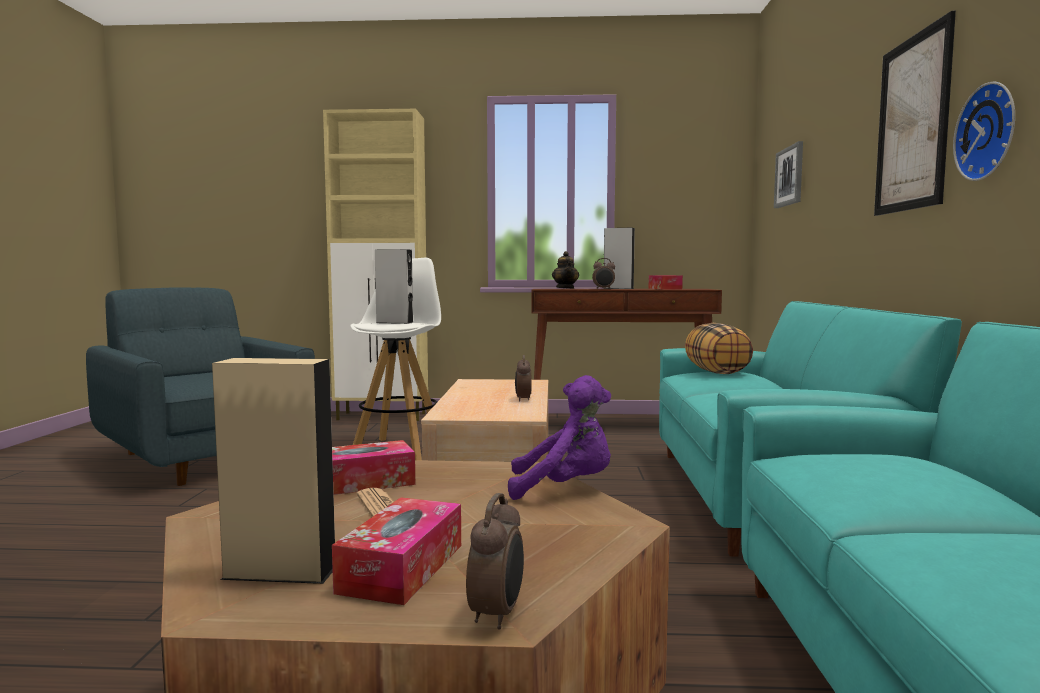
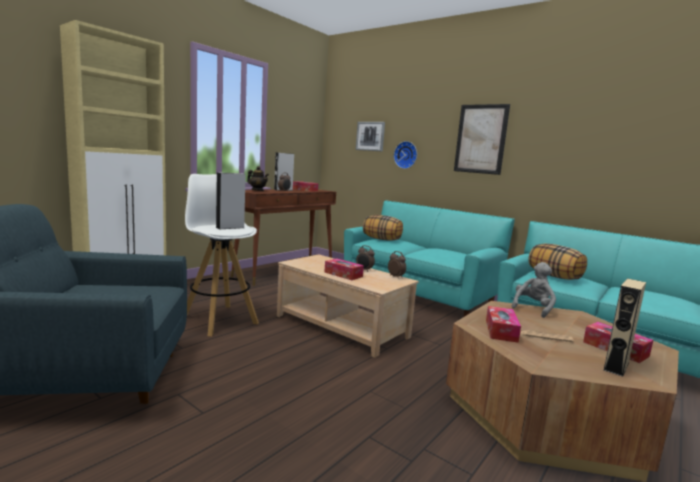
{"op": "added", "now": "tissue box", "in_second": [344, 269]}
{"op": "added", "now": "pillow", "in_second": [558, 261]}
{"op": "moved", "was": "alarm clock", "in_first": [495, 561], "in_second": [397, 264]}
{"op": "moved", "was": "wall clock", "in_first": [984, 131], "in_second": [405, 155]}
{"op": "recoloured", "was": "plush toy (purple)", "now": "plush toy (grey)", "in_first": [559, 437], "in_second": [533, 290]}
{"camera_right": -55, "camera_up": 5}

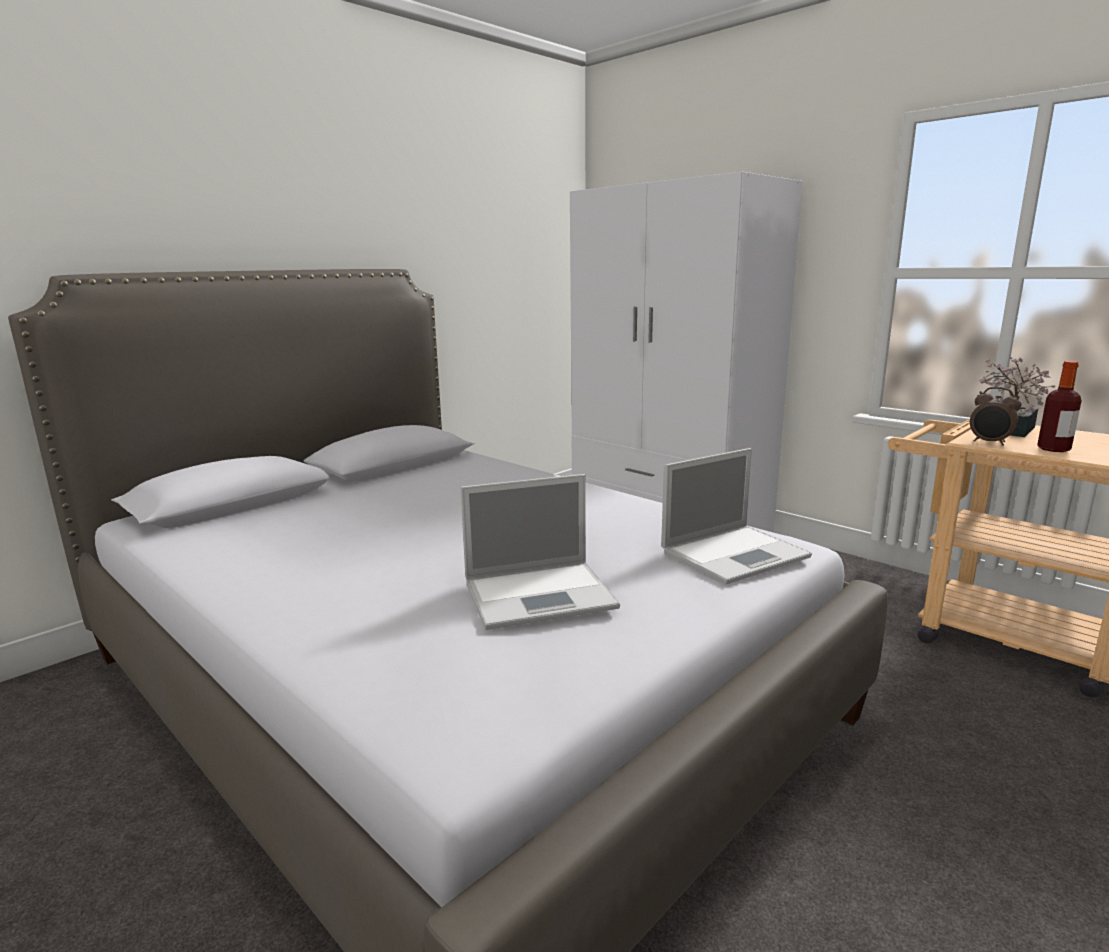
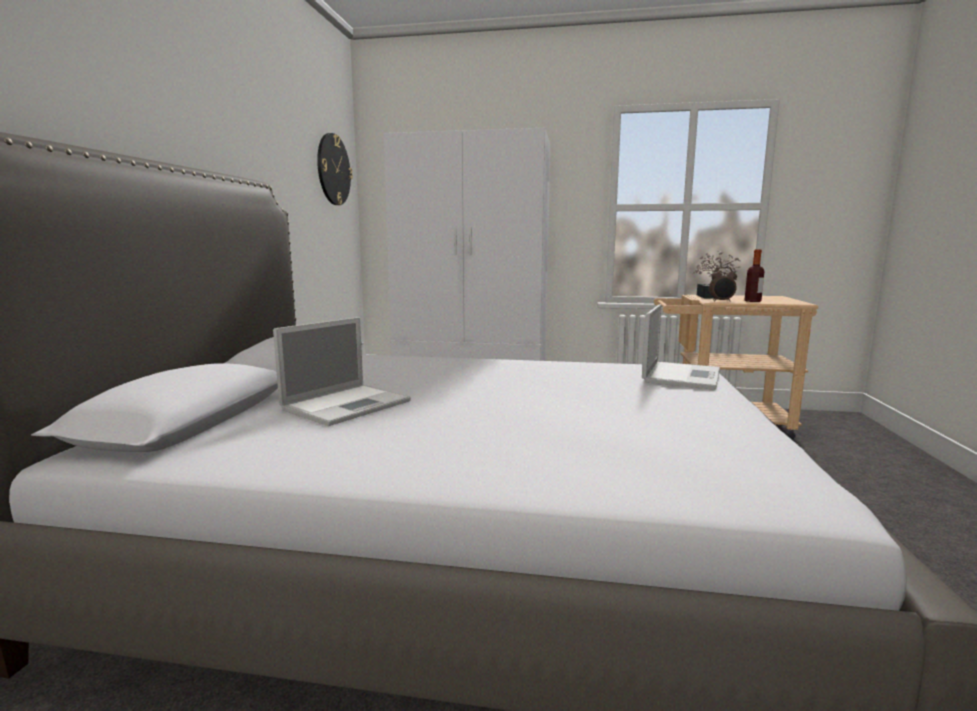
{"op": "added", "now": "wall clock", "in_second": [335, 169]}
{"op": "moved", "was": "laptop", "in_first": [540, 552], "in_second": [342, 371]}
{"camera_right": -35, "camera_up": -5}

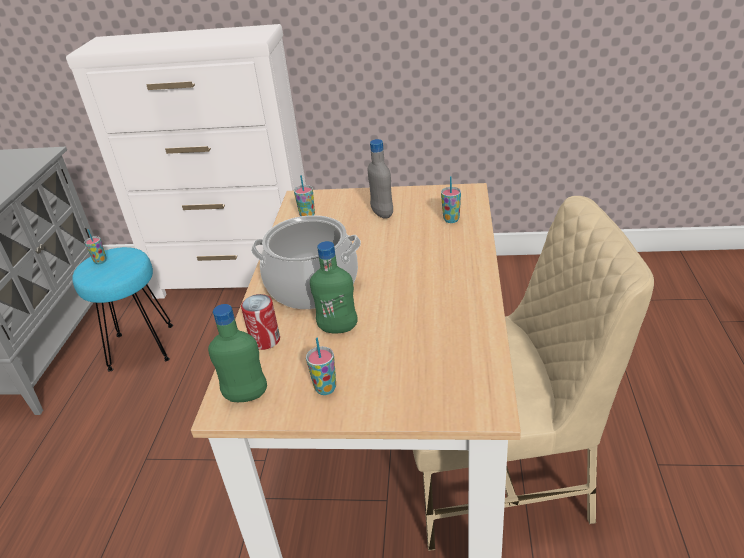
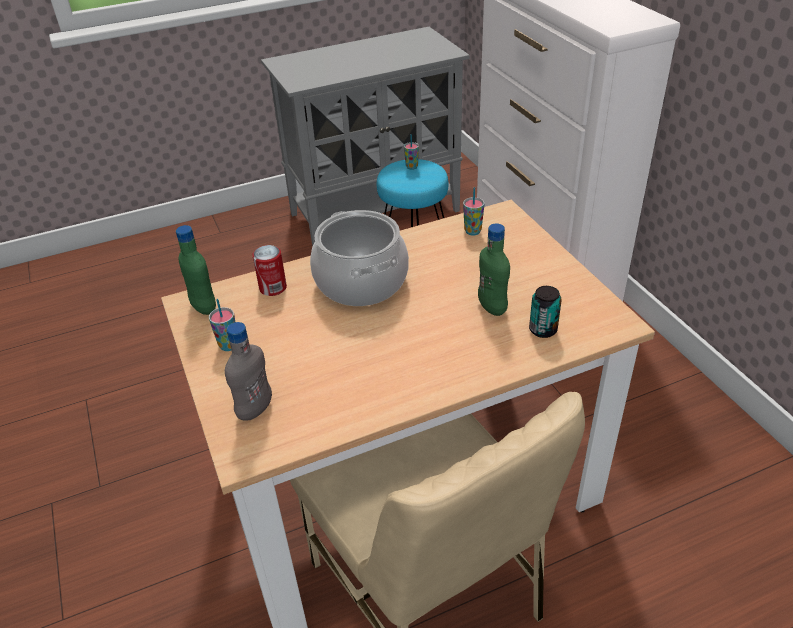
{"op": "moved", "was": "bottle (green)", "in_first": [334, 287], "in_second": [494, 269]}
{"op": "moved", "was": "bottle (grey)", "in_first": [380, 179], "in_second": [248, 371]}
{"op": "replaced", "was": "cup", "now": "can", "in_first": [451, 199], "in_second": [545, 312]}
{"camera_right": 60, "camera_up": 5}

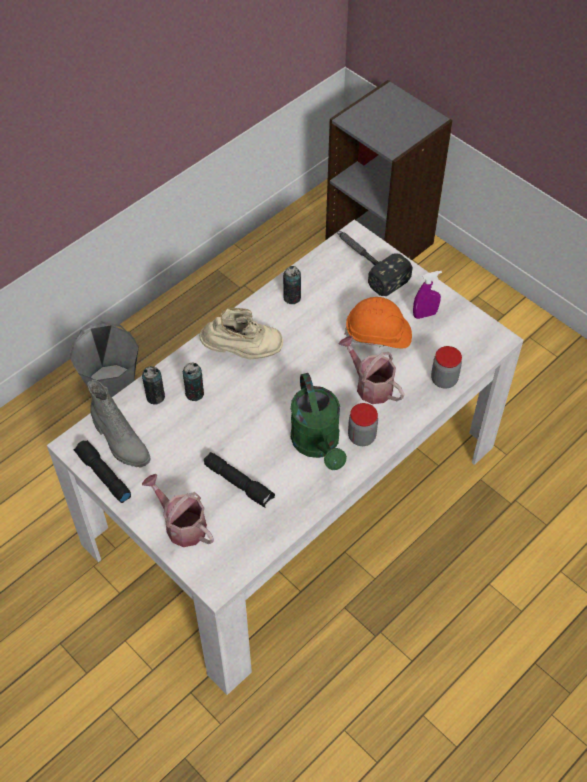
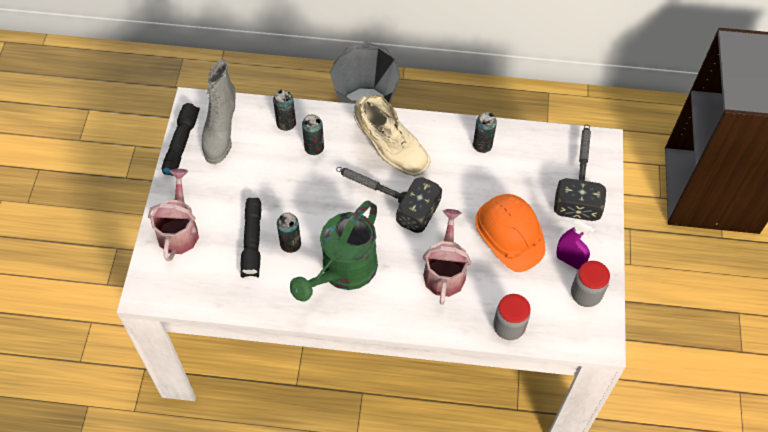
{"op": "added", "now": "can", "in_second": [289, 233]}
{"op": "added", "now": "hammer", "in_second": [389, 200]}
{"op": "moved", "was": "jar", "in_first": [363, 424], "in_second": [590, 284]}
{"camera_right": 50, "camera_up": 5}

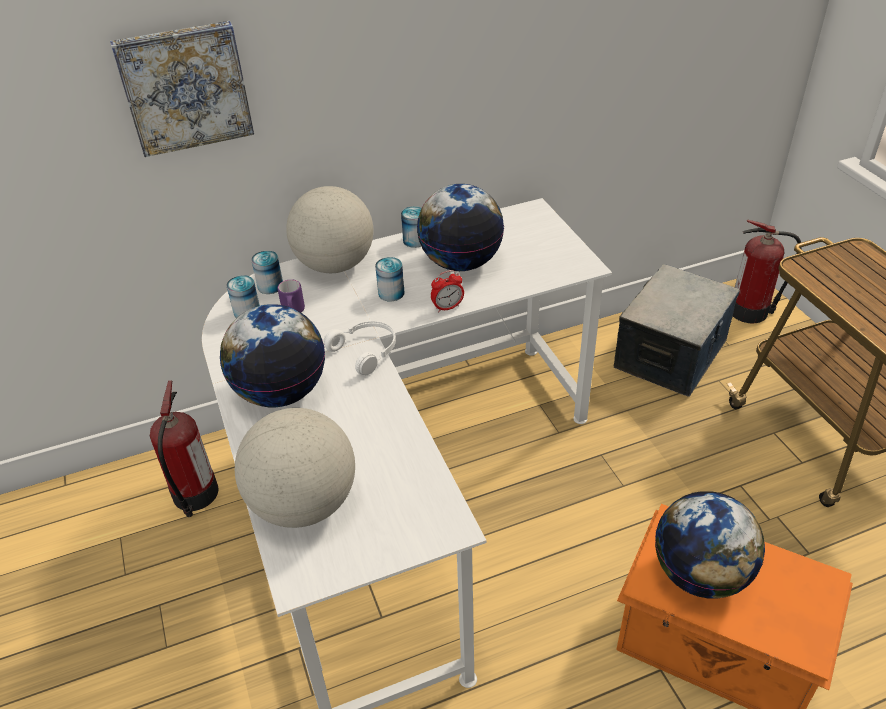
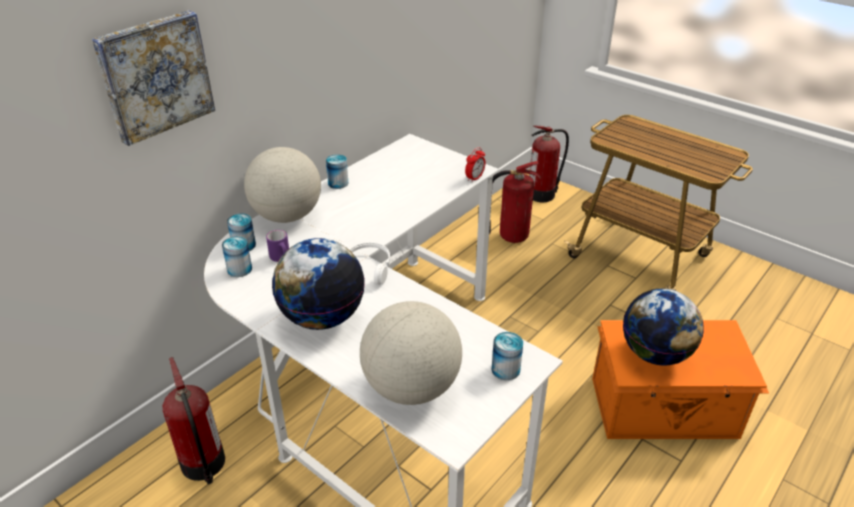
{"op": "removed", "was": "globe", "in_first": [460, 227]}
{"op": "moved", "was": "can", "in_first": [390, 279], "in_second": [507, 356]}
{"op": "moved", "was": "alarm clock", "in_first": [447, 291], "in_second": [475, 164]}
{"op": "replaced", "was": "storage box", "now": "fire extinguisher", "in_first": [677, 330], "in_second": [515, 202]}
{"camera_right": -30, "camera_up": -5}

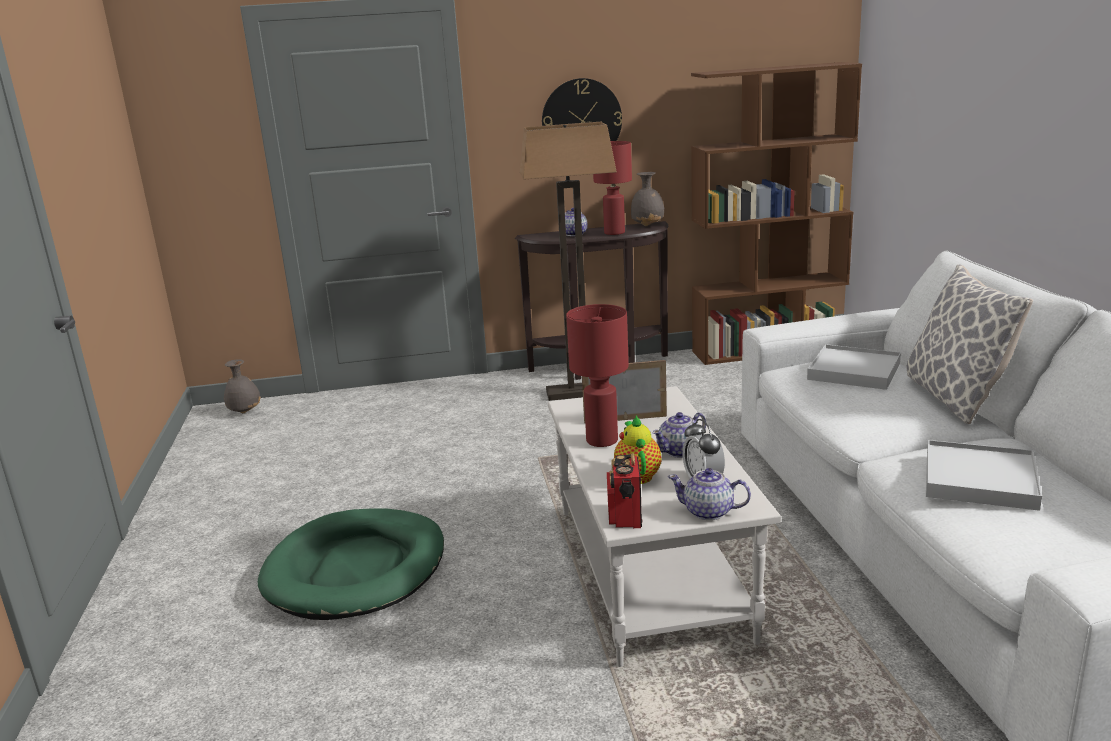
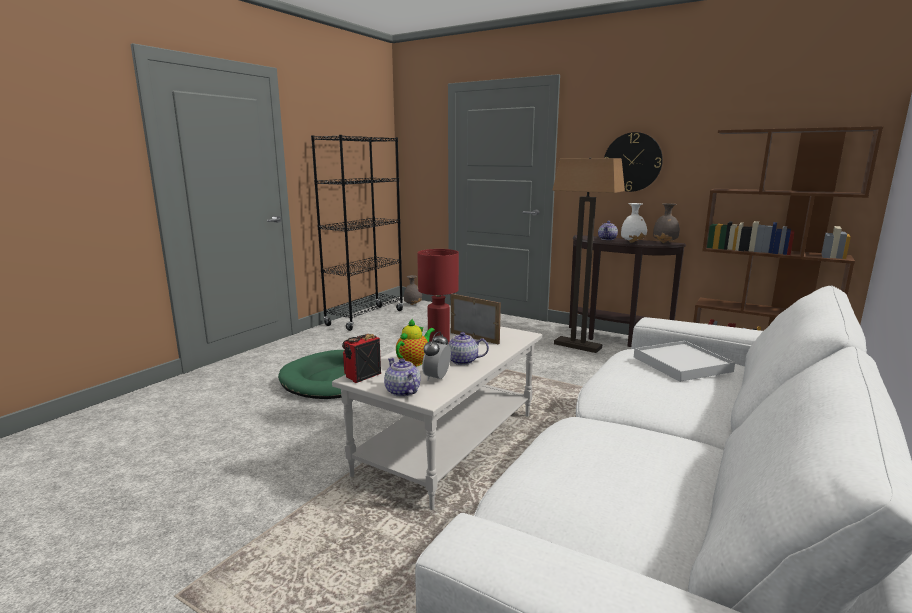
{"op": "removed", "was": "pillow", "in_first": [970, 344]}
{"op": "removed", "was": "tray (white)", "in_first": [984, 475]}
{"op": "added", "now": "bookcase (black)", "in_second": [357, 233]}
{"op": "replaced", "was": "table lamp (red)", "now": "vase (white)", "in_first": [612, 188], "in_second": [634, 223]}
{"camera_right": 40, "camera_up": -5}

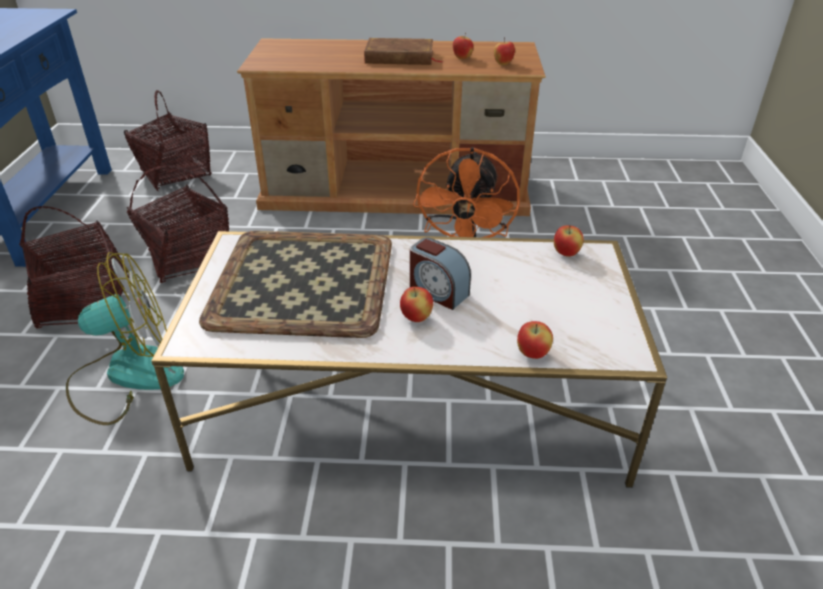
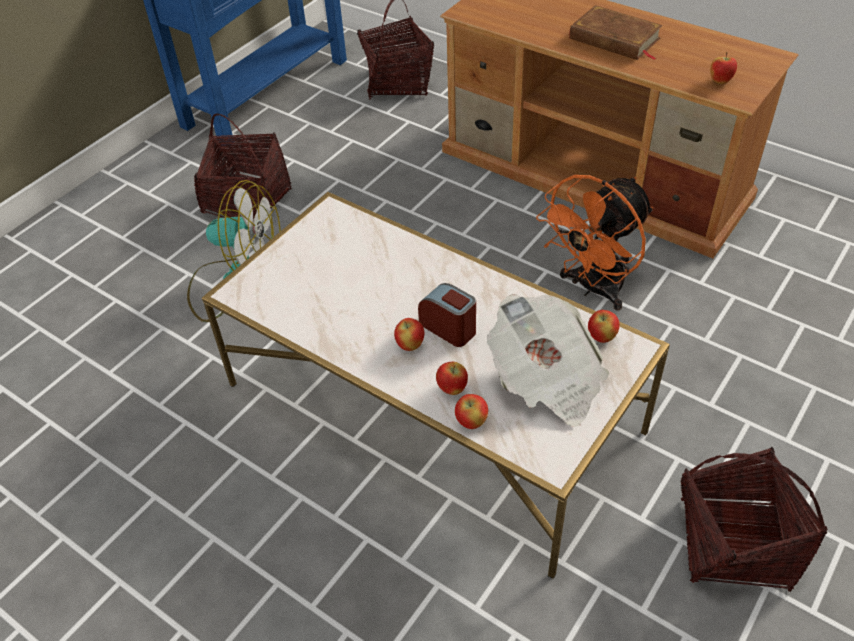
{"op": "removed", "was": "tray", "in_first": [295, 284]}
{"op": "added", "now": "newspaper", "in_second": [548, 360]}
{"op": "moved", "was": "basket", "in_first": [178, 224], "in_second": [754, 519]}
{"op": "moved", "was": "apple", "in_first": [463, 46], "in_second": [452, 378]}
{"op": "turned", "was": "alarm clock", "in_first": [440, 274], "in_second": [447, 315], "clockwise": 150}
{"camera_right": 35, "camera_up": 10}

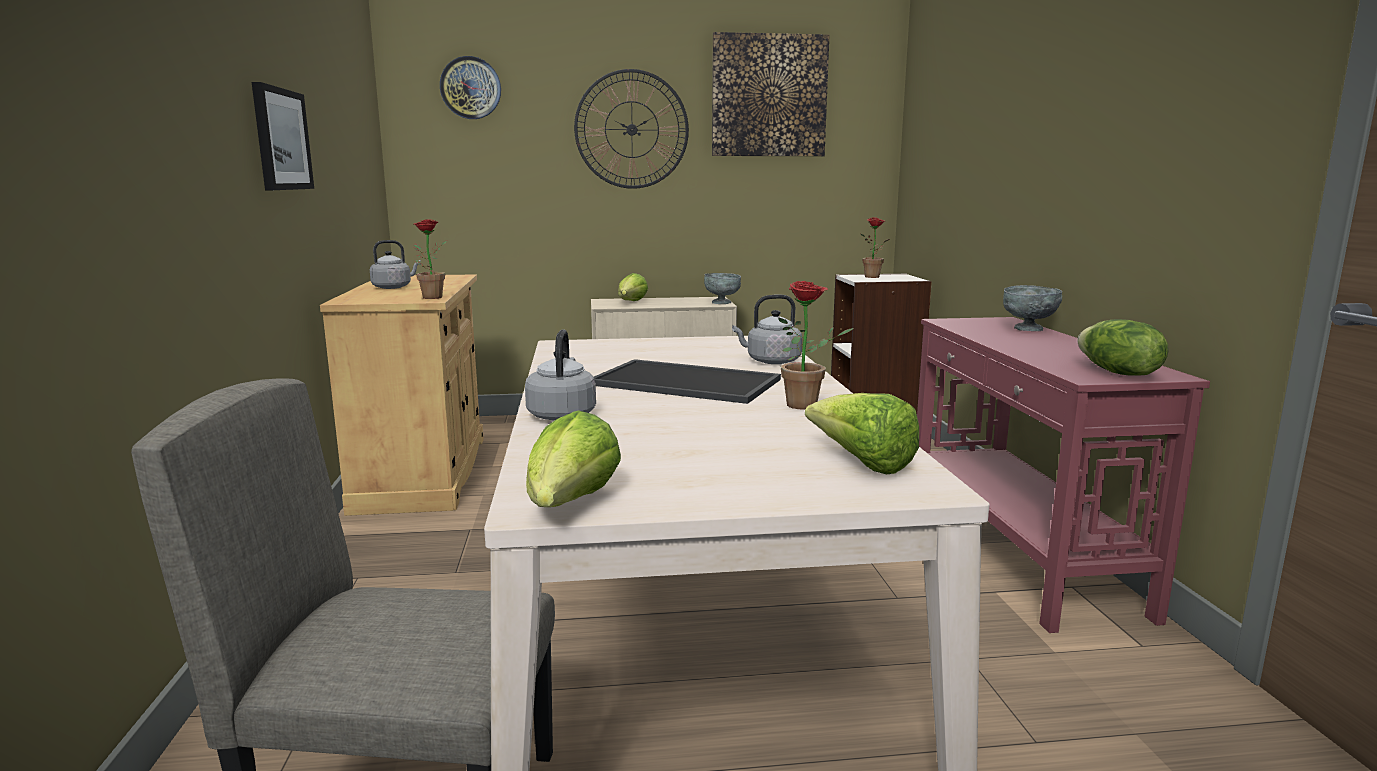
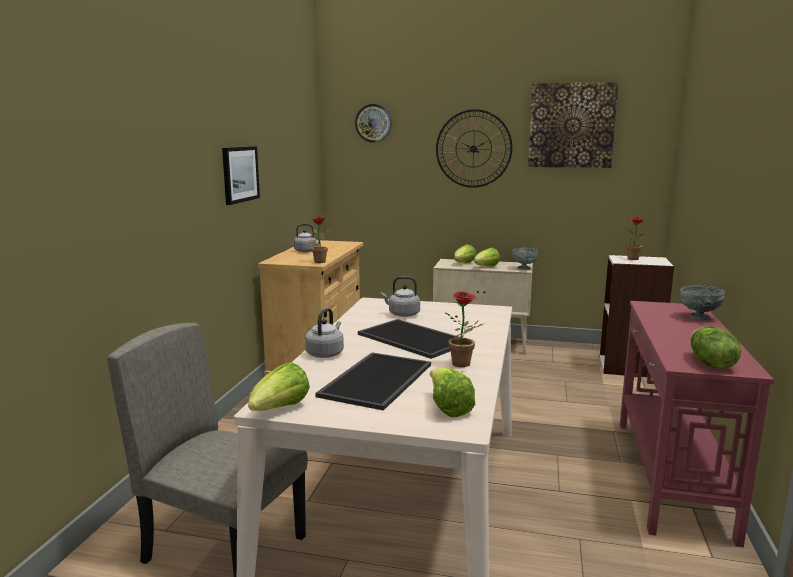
{"op": "added", "now": "tray", "in_second": [373, 381]}
{"op": "added", "now": "lettuce", "in_second": [487, 257]}
{"op": "moved", "was": "kettle (grey)", "in_first": [767, 329], "in_second": [400, 296]}
{"camera_right": 20, "camera_up": 0}

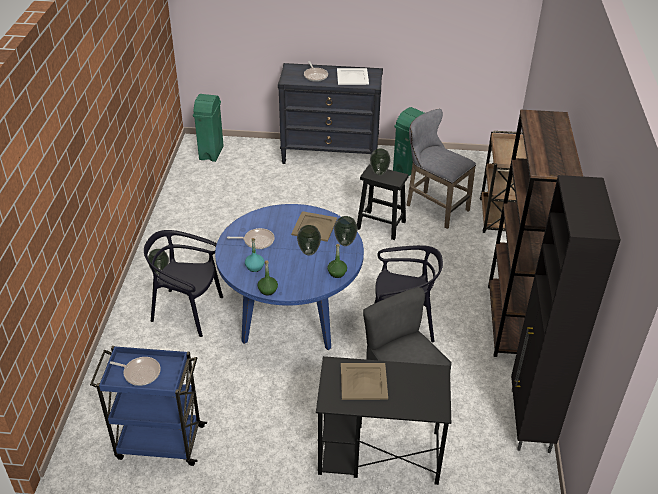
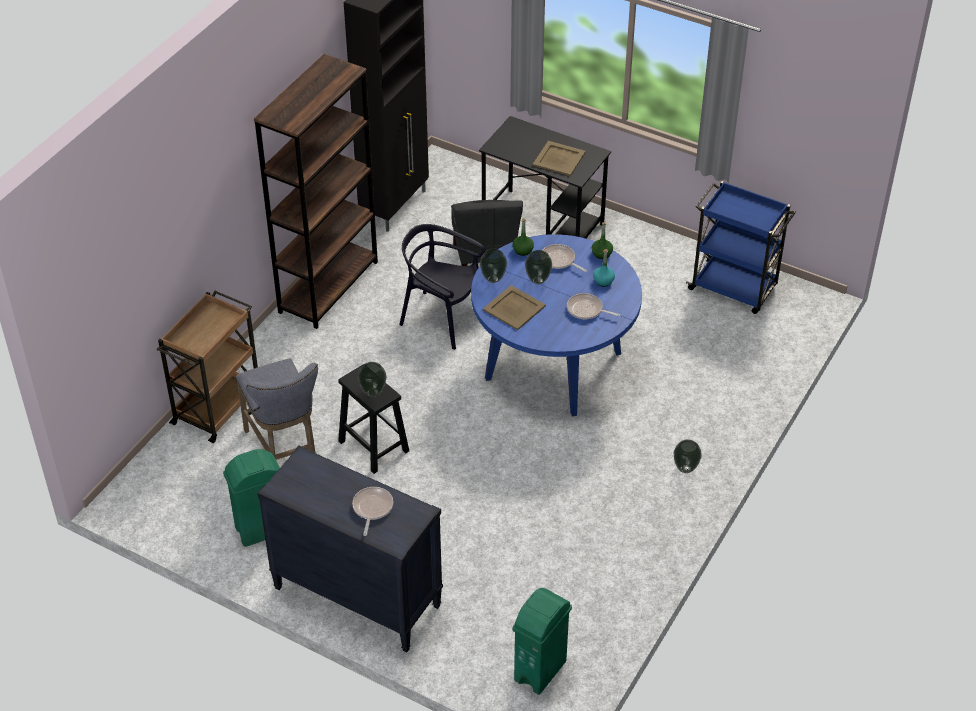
{"op": "removed", "was": "chair (black)", "in_first": [183, 283]}
{"op": "removed", "was": "tray (white)", "in_first": [353, 76]}
{"op": "moved", "was": "frying pan", "in_first": [134, 371], "in_second": [564, 258]}
{"camera_right": -155, "camera_up": 5}

